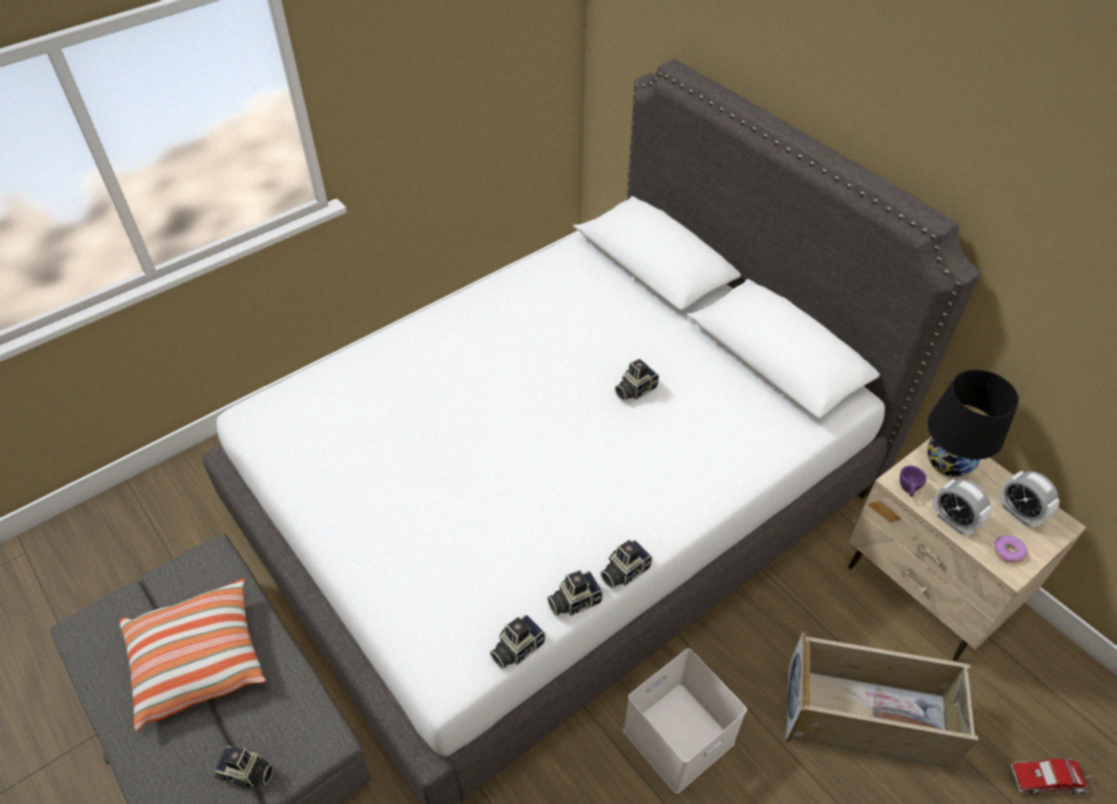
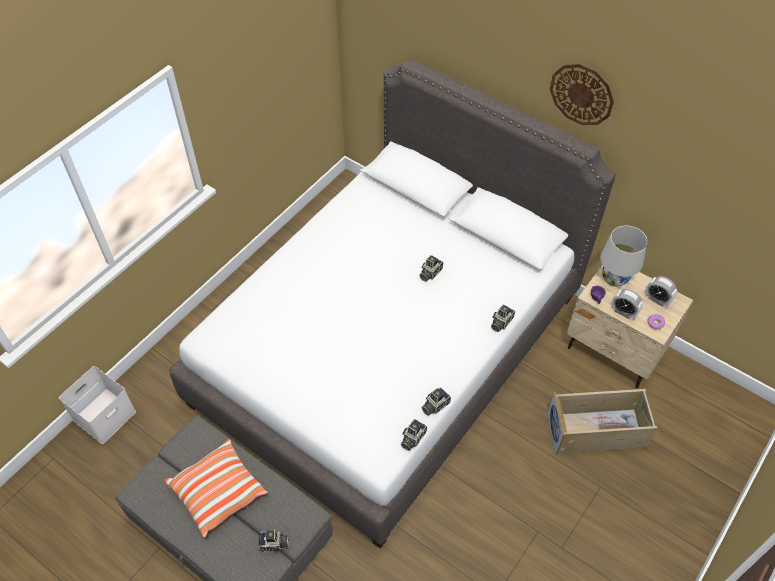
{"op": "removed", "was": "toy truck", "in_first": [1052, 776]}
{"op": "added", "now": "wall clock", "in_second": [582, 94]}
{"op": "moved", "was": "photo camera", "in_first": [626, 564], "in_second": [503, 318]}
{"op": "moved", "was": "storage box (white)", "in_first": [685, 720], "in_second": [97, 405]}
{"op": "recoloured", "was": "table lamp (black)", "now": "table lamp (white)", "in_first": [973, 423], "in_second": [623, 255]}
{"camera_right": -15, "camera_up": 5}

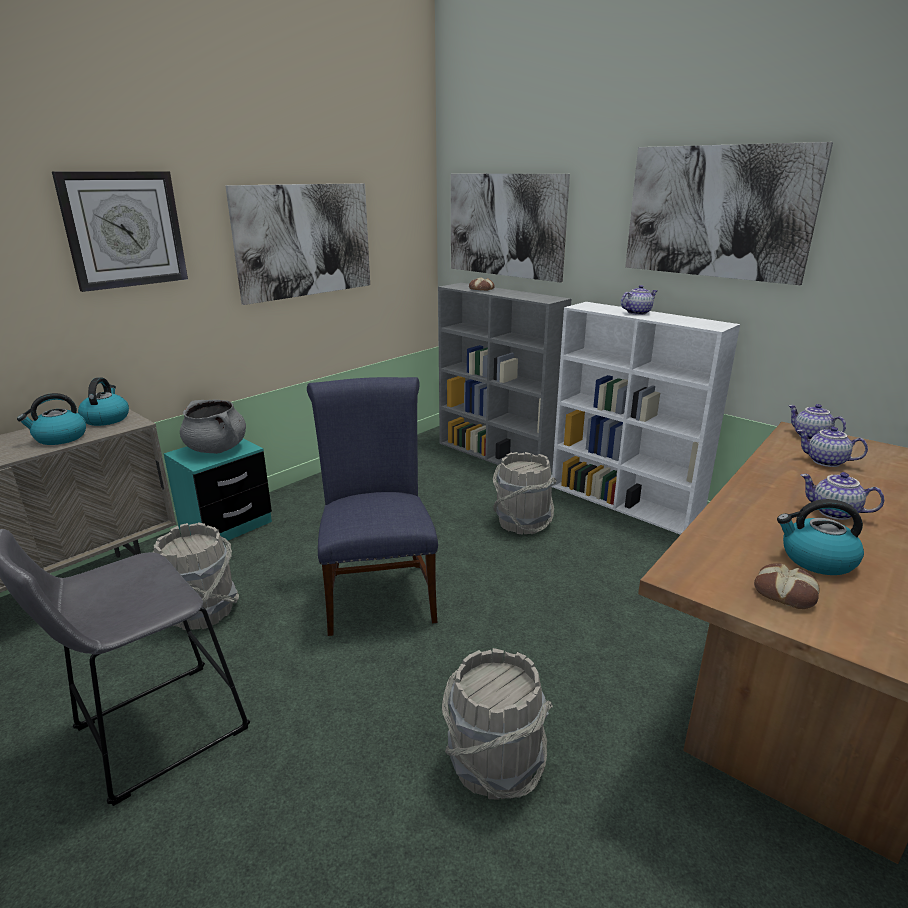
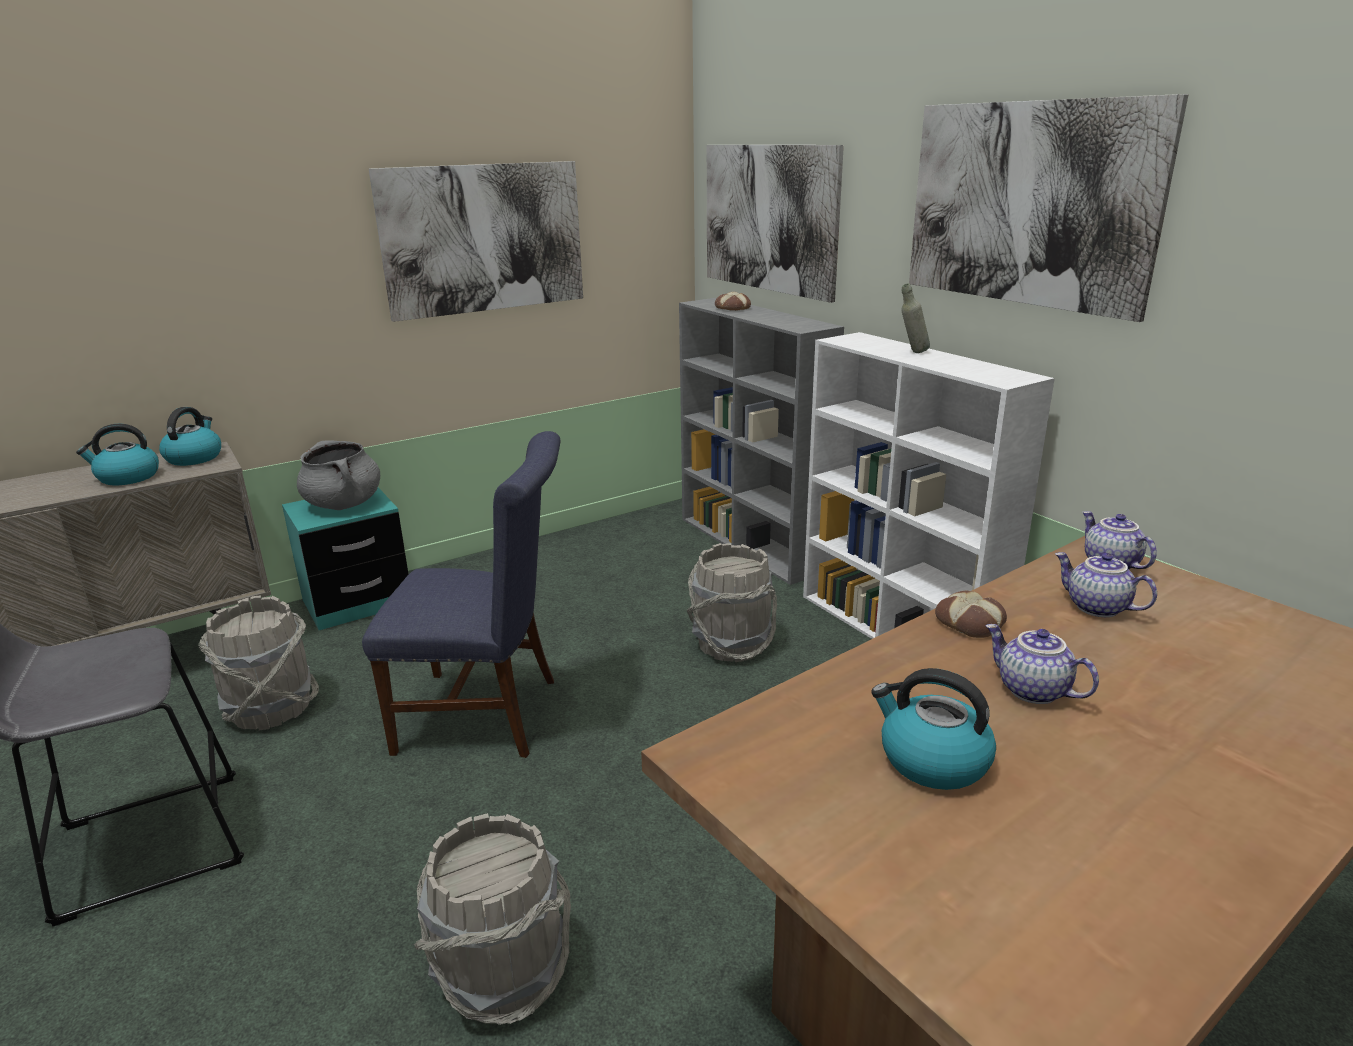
{"op": "removed", "was": "wall clock", "in_first": [120, 231]}
{"op": "moved", "was": "bread", "in_first": [786, 586], "in_second": [971, 614]}
{"op": "replaced", "was": "teapot", "now": "bottle (grey)", "in_first": [639, 300], "in_second": [916, 318]}
{"op": "turned", "was": "chair (blue)", "in_first": [372, 506], "in_second": [461, 594], "clockwise": 90}
{"camera_right": 15, "camera_up": 0}

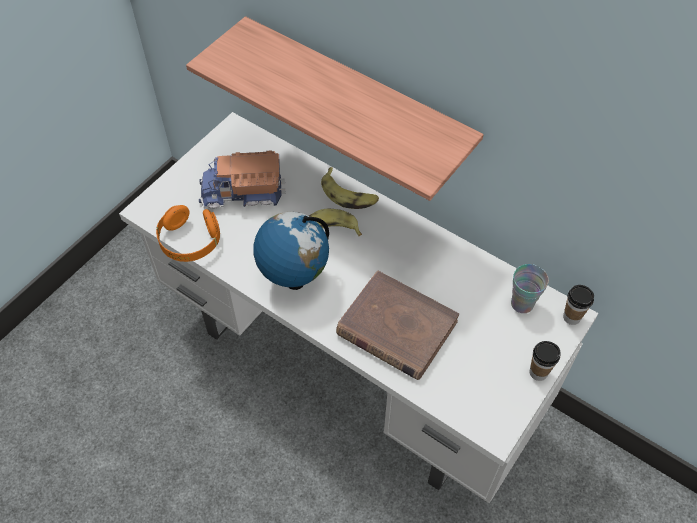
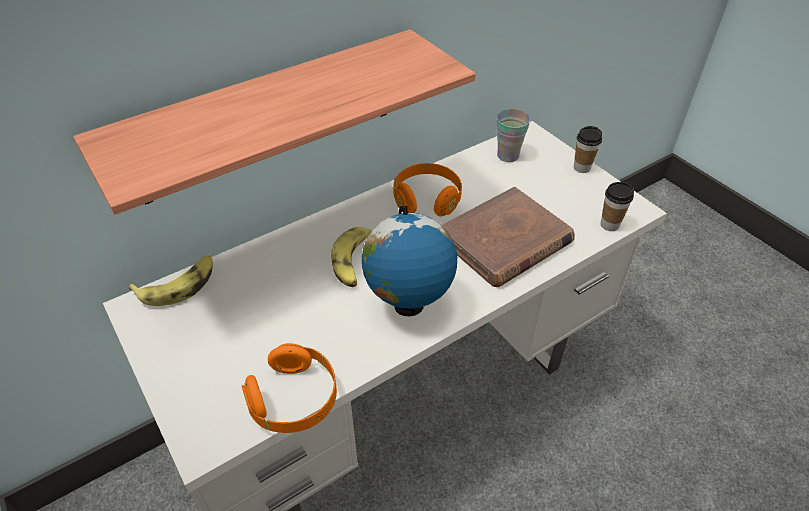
{"op": "removed", "was": "toy truck", "in_first": [242, 179]}
{"op": "added", "now": "headphones (orange)", "in_second": [427, 190]}
{"op": "moved", "was": "banana", "in_first": [350, 188], "in_second": [171, 281]}
{"op": "moved", "was": "cup", "in_first": [578, 305], "in_second": [617, 206]}
{"camera_right": -70, "camera_up": -10}

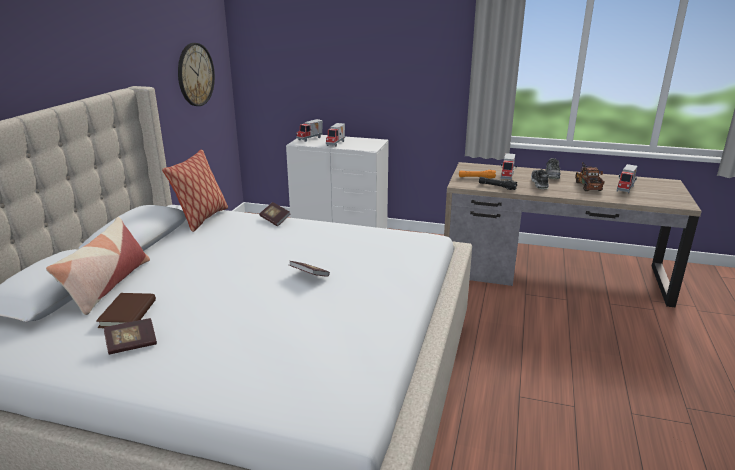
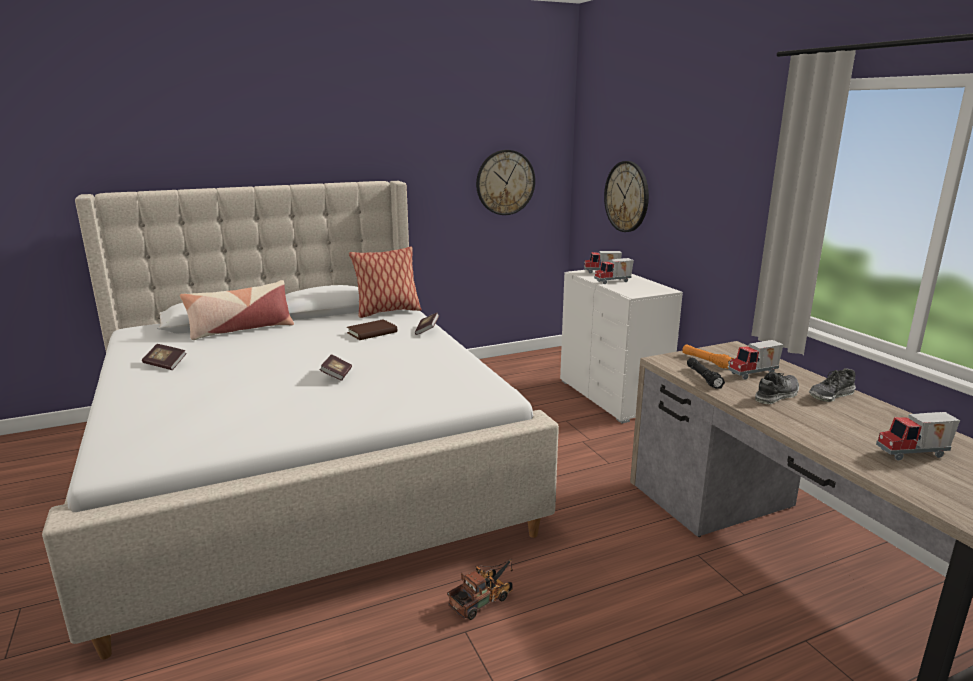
{"op": "added", "now": "wall clock", "in_second": [626, 196]}
{"op": "moved", "was": "book (brown)", "in_first": [126, 310], "in_second": [372, 329]}
{"op": "moved", "was": "toy truck", "in_first": [590, 177], "in_second": [480, 589]}
{"camera_right": 50, "camera_up": -5}

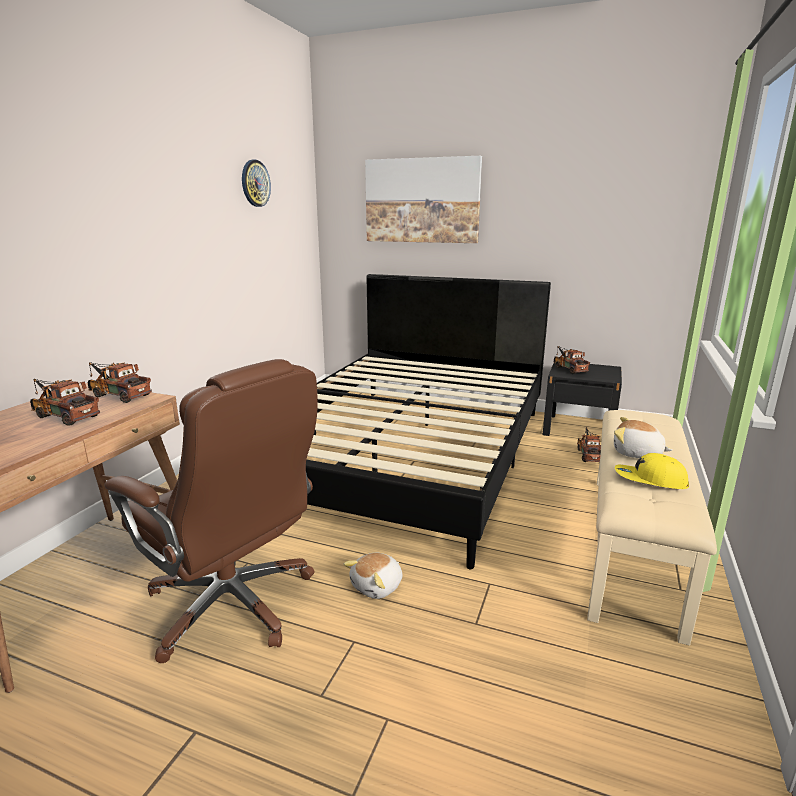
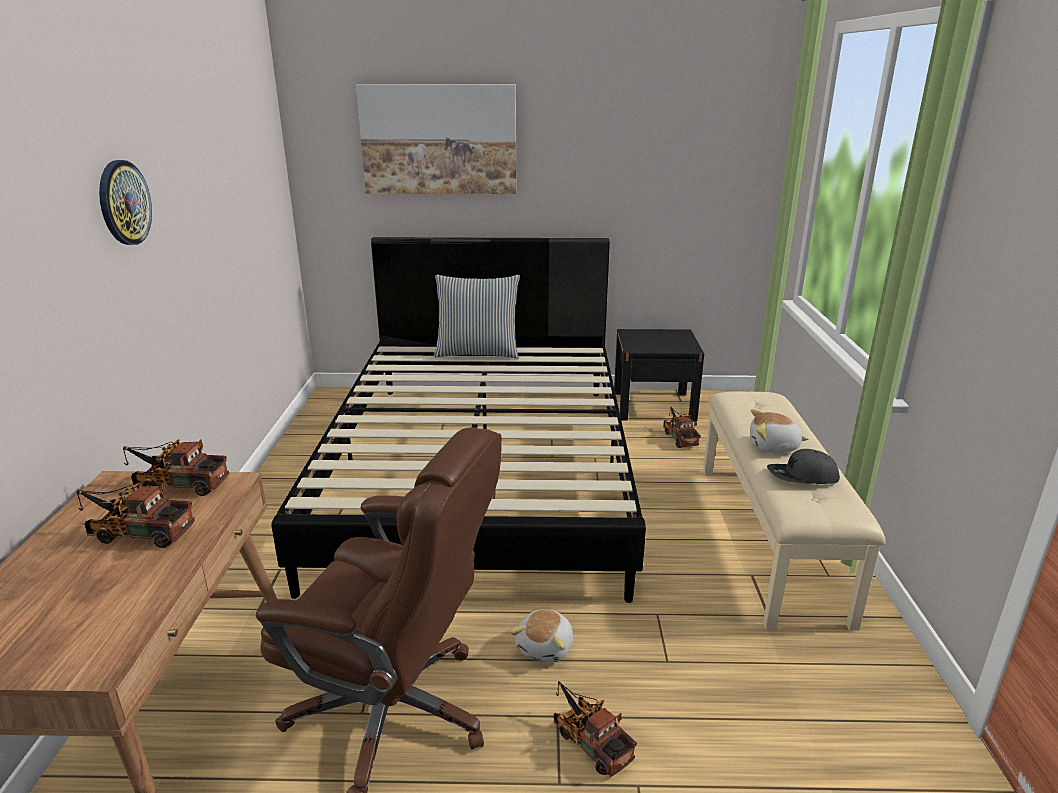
{"op": "added", "now": "pillow", "in_second": [477, 317]}
{"op": "moved", "was": "wall clock", "in_first": [256, 183], "in_second": [125, 202]}
{"op": "moved", "was": "toy truck", "in_first": [571, 360], "in_second": [595, 729]}
{"op": "recoloured", "was": "cap (yellow)", "now": "cap (grey)", "in_first": [652, 471], "in_second": [803, 466]}
{"camera_right": -20, "camera_up": 5}

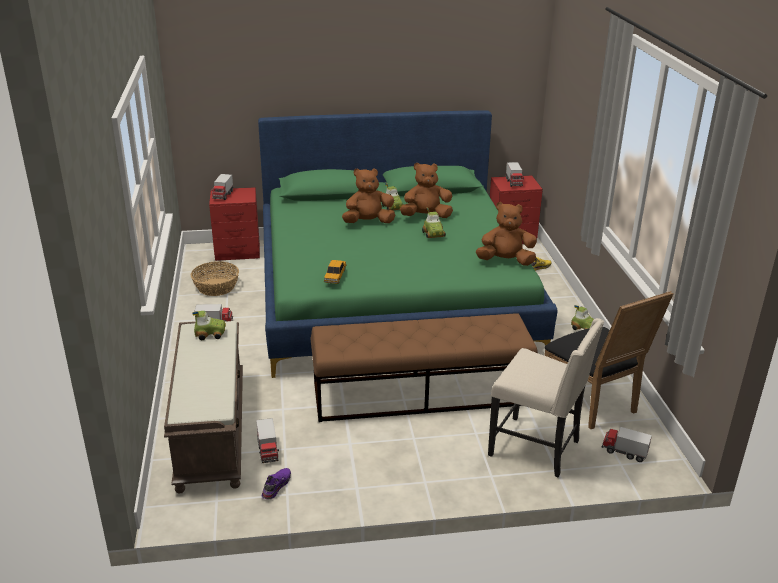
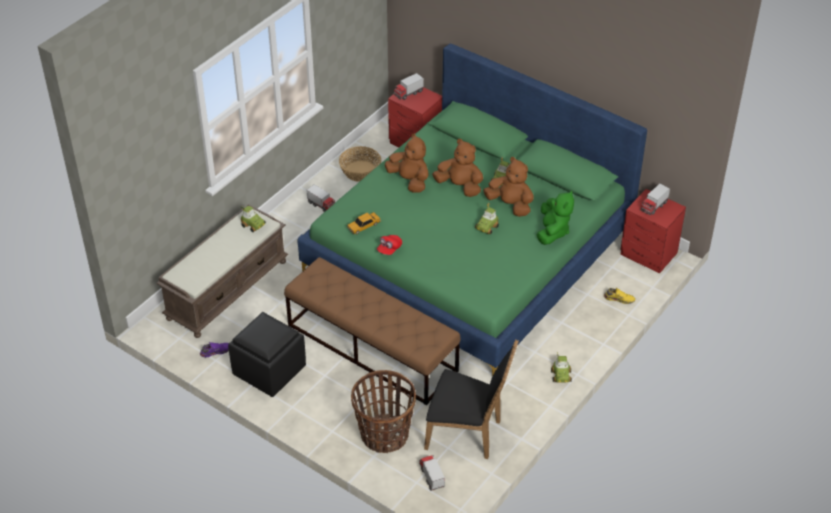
{"op": "removed", "was": "toy truck", "in_first": [267, 440]}
{"op": "added", "now": "ottoman (black)", "in_second": [267, 354]}
{"op": "added", "now": "cap (red)", "in_second": [389, 245]}
{"op": "added", "now": "plush toy (green)", "in_second": [555, 217]}
{"op": "moved", "was": "plush toy (brown)", "in_first": [506, 234], "in_second": [407, 163]}
{"op": "replaced", "was": "chair (beige)", "now": "basket", "in_first": [546, 398], "in_second": [383, 411]}
{"op": "turned", "was": "chair (black)", "in_first": [609, 360], "in_second": [471, 399], "clockwise": -90}
{"camera_right": 45, "camera_up": 15}

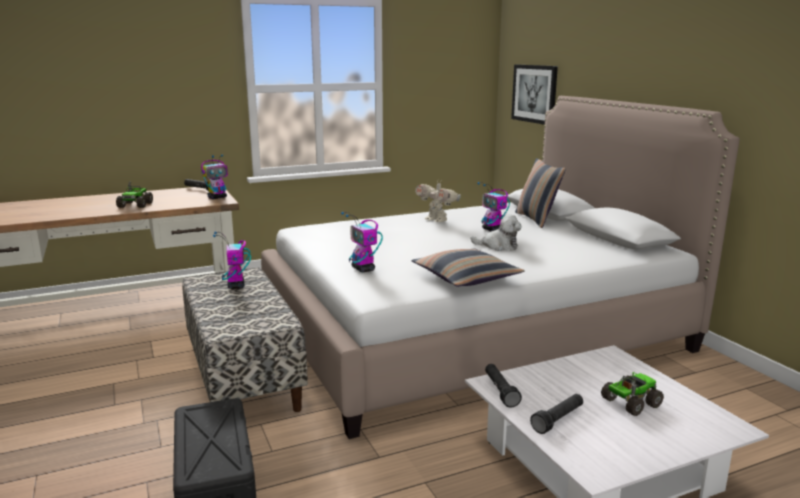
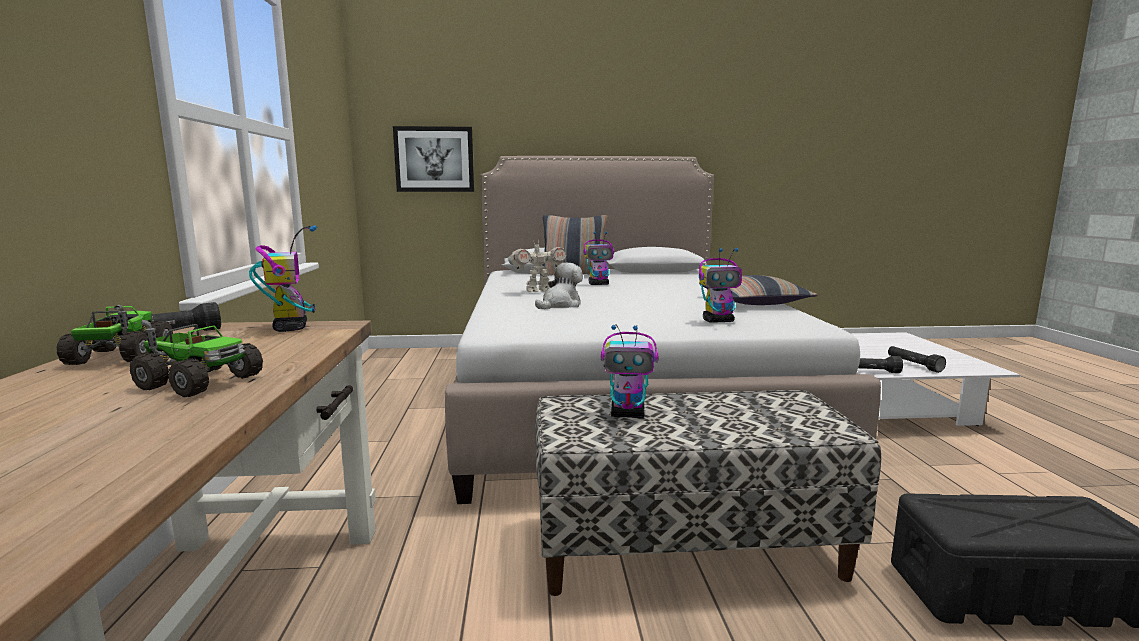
{"op": "moved", "was": "plush toy", "in_first": [495, 232], "in_second": [559, 286]}
{"op": "moved", "was": "toy truck", "in_first": [632, 394], "in_second": [115, 335]}
{"camera_right": -70, "camera_up": -5}

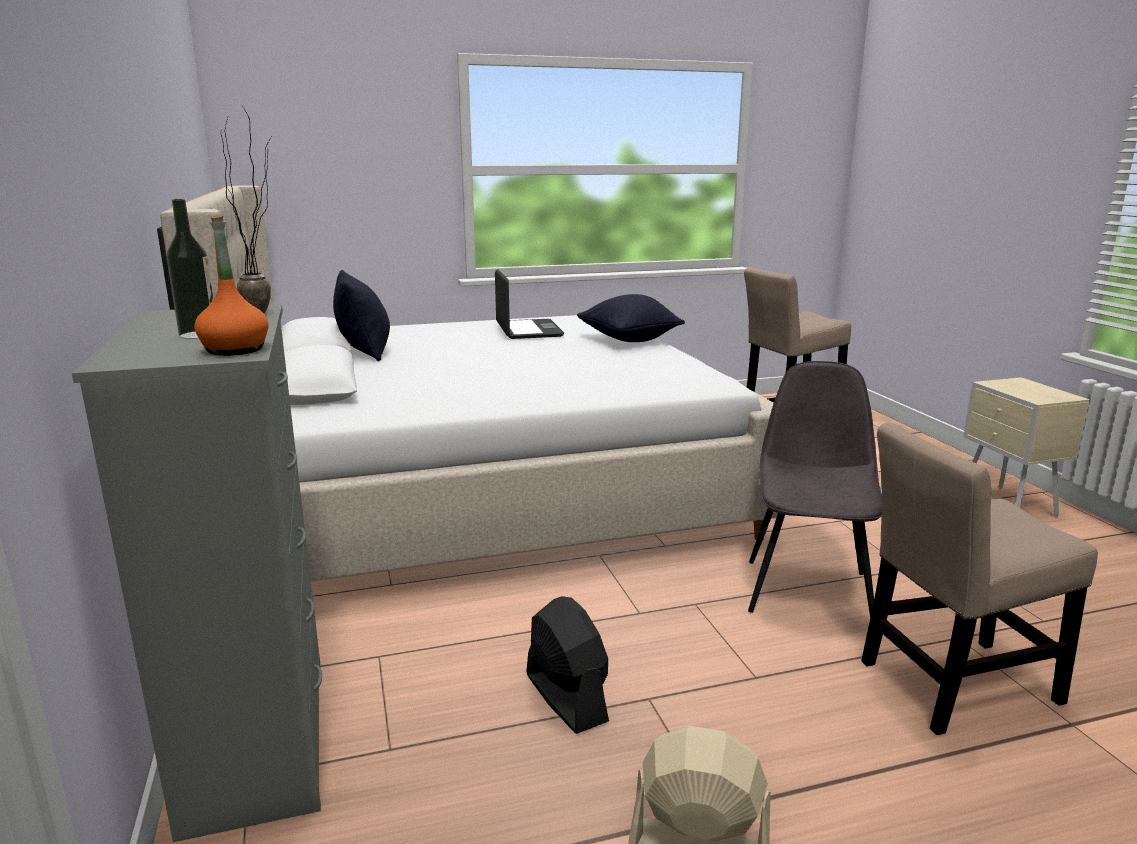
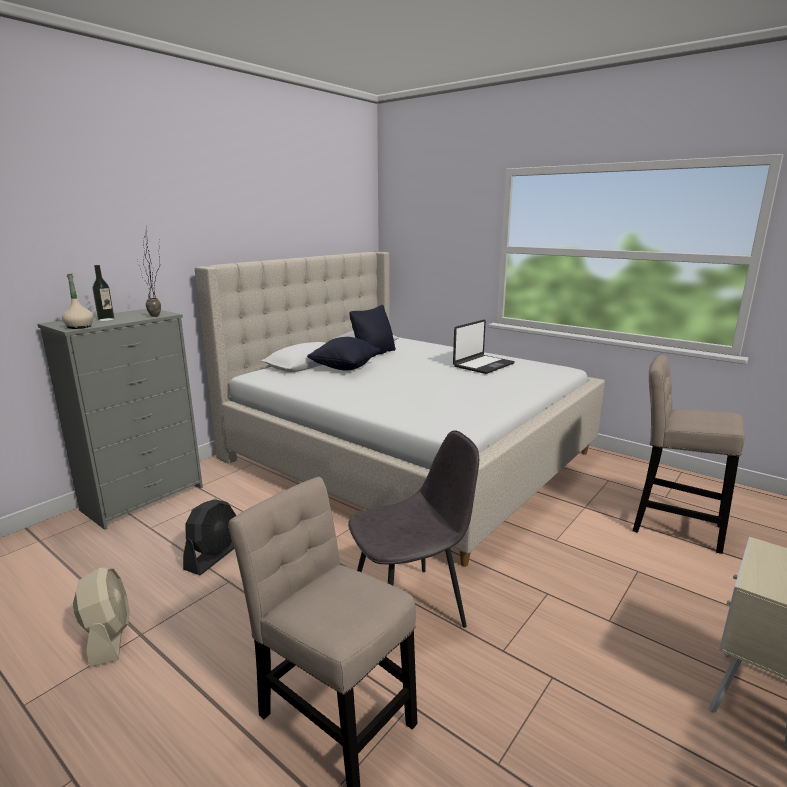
{"op": "moved", "was": "pillow (black)", "in_first": [631, 318], "in_second": [343, 354]}
{"op": "recoloured", "was": "bottle (orange)", "now": "bottle (beige)", "in_first": [231, 285], "in_second": [77, 301]}
{"camera_right": 55, "camera_up": 0}

